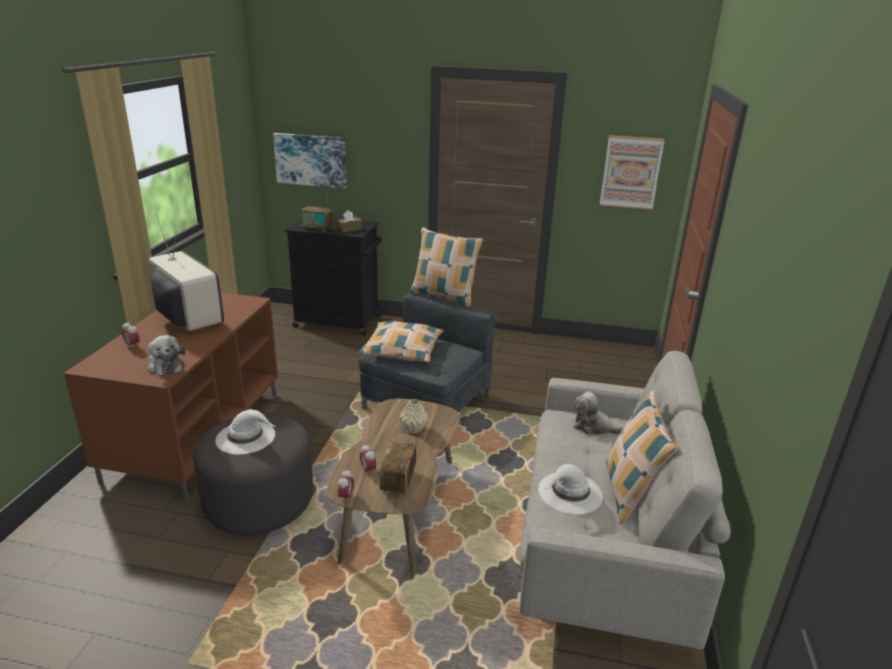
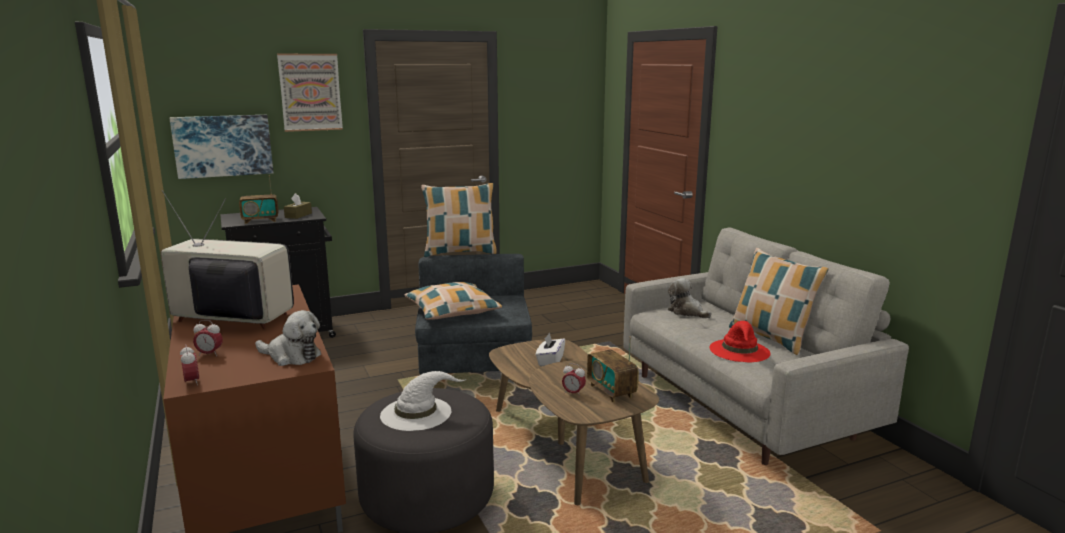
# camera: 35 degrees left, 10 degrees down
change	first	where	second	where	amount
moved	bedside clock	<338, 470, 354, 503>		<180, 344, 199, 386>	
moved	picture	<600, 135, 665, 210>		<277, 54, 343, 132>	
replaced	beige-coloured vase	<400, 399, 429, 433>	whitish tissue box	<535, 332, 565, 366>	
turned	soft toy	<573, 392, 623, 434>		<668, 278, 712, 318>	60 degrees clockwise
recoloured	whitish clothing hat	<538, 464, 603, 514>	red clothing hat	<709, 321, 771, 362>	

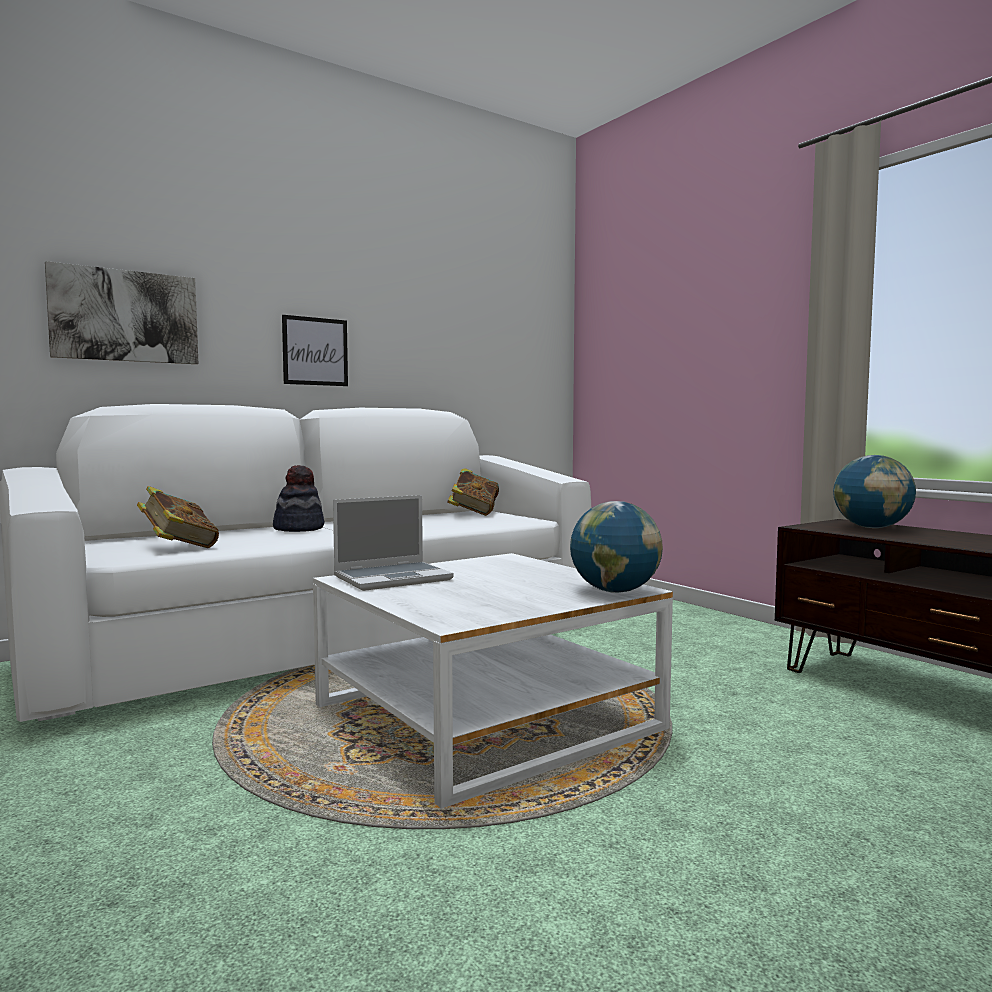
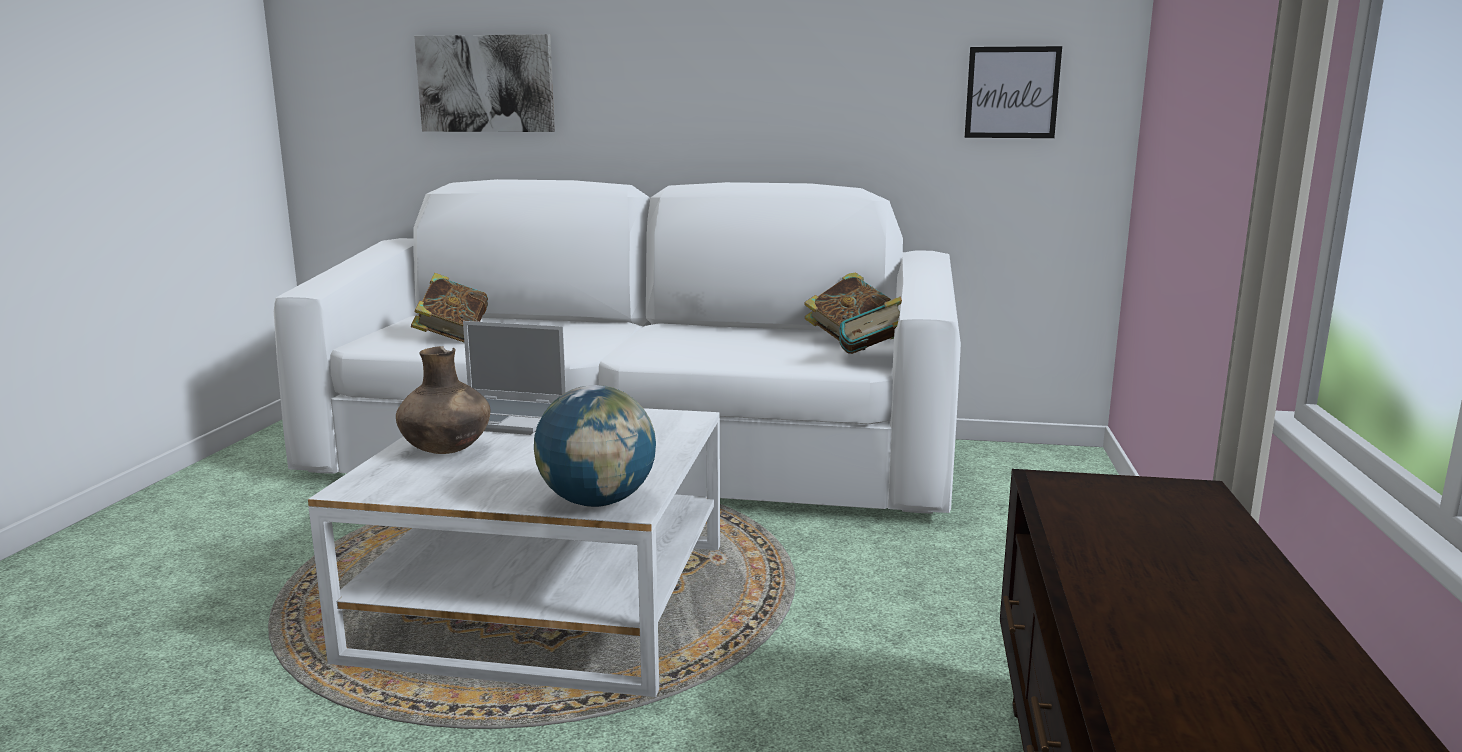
# camera: 45 degrees right, 10 degrees up
change	first	where	second	where	amount
added			brown vase	<396, 346, 490, 454>	
added			volume	<839, 297, 902, 354>	
moved	picture	<282, 315, 348, 386>		<965, 46, 1062, 138>	
removed	clothing hat	<273, 465, 324, 532>			
removed	globe	<833, 455, 916, 528>			

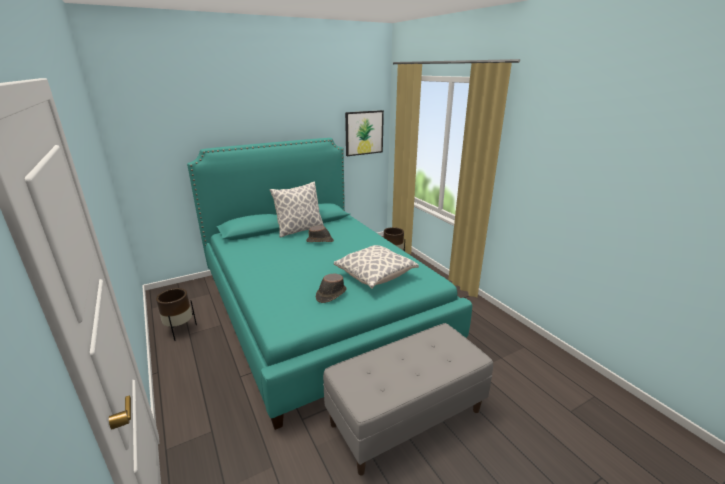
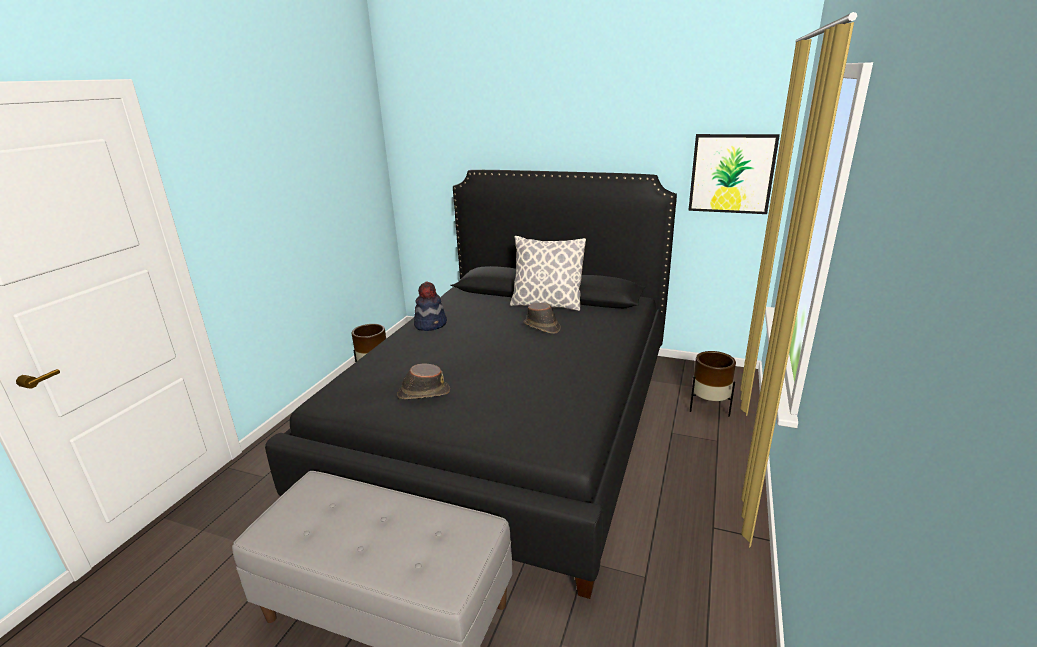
# camera: 50 degrees right, 0 degrees up
change	first	where	second	where	amount
recoloured	turquoise-coloured sleeping bed	<187, 138, 472, 430>	black sleeping bed	<265, 170, 677, 599>	
added			clothing hat	<414, 282, 447, 331>	
removed	cushion	<334, 245, 419, 289>			

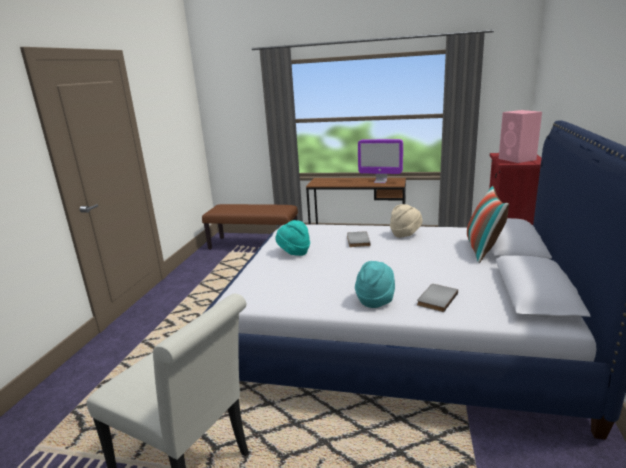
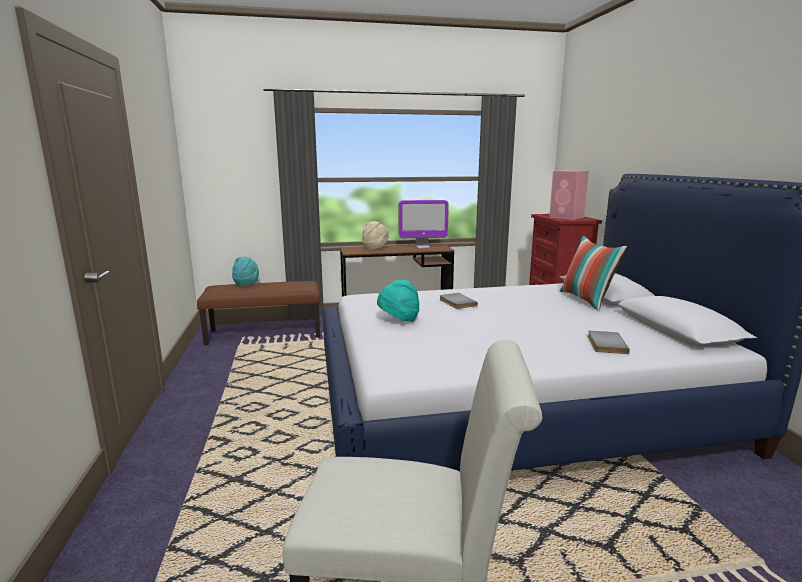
# camera: 25 degrees left, 5 degrees down
change	first	where	second	where	amount
moved	turquoise-coloured clothing hat	<355, 261, 395, 308>		<232, 256, 259, 286>	
moved	beige-coloured clothing hat	<390, 204, 423, 238>		<362, 221, 389, 250>	

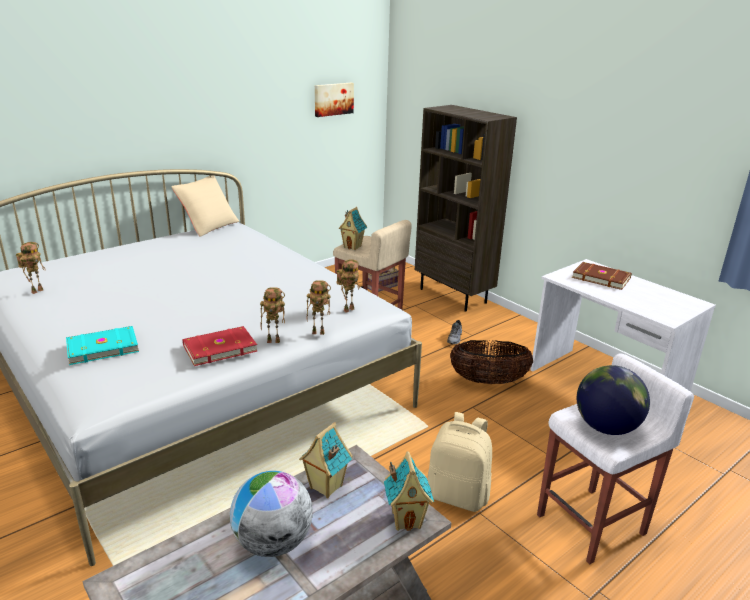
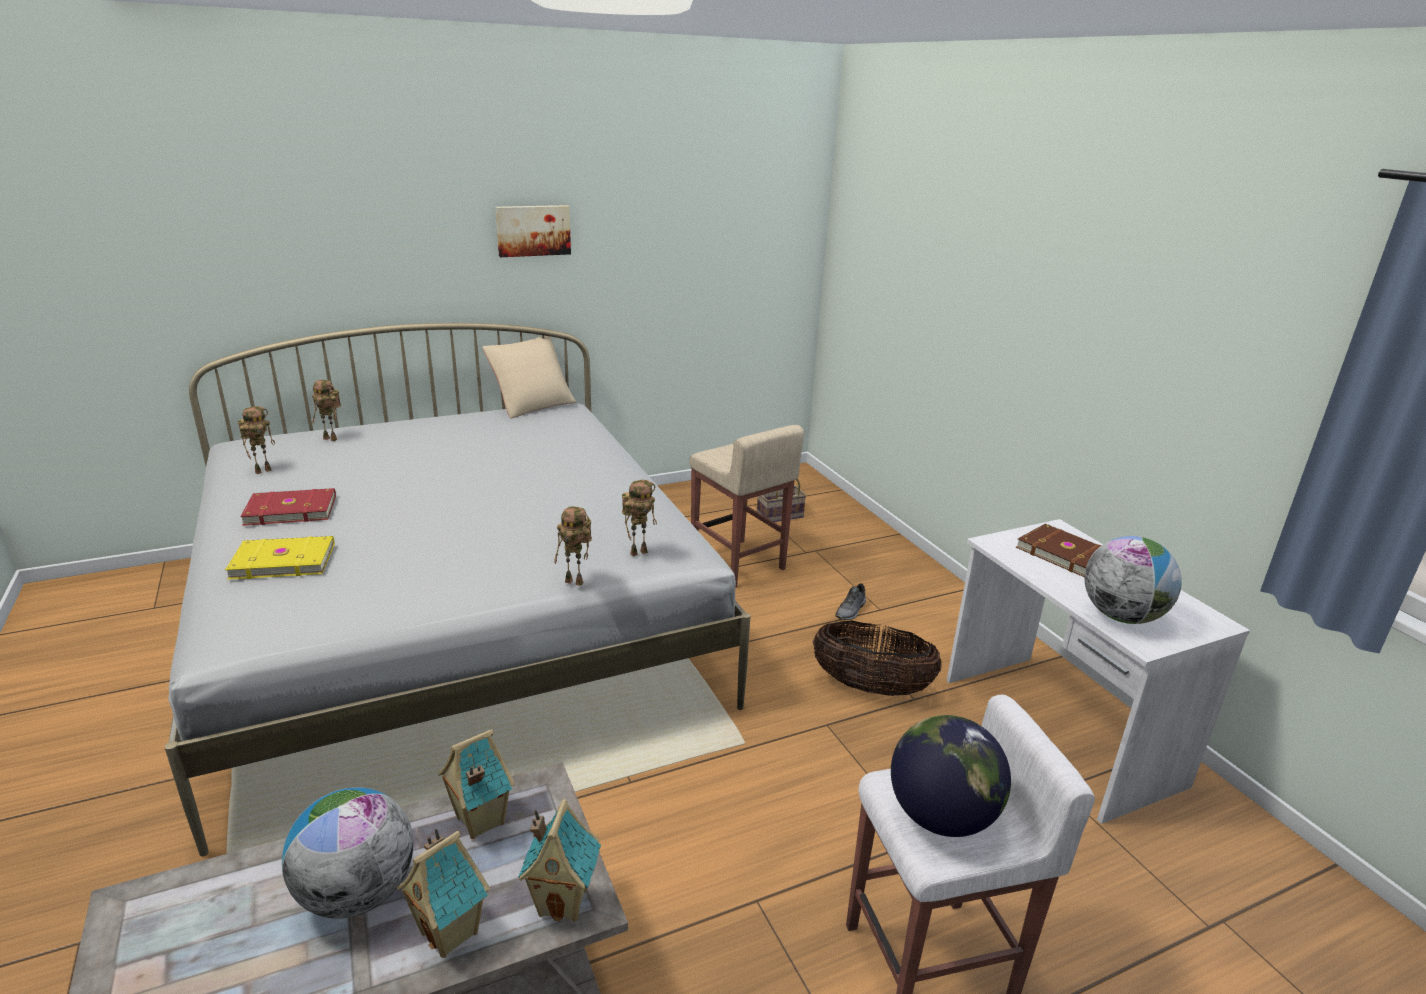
# camera: 15 degrees right, 0 degrees up
change	first	where	second	where	amount
recoloured	turquoise-coloured volume	<66, 326, 139, 365>	yellow volume	<225, 536, 335, 580>	
moved	red volume	<183, 326, 257, 366>		<240, 488, 336, 526>	
moved	model robot	<260, 287, 285, 343>		<312, 380, 341, 441>	
moved	miniature house	<338, 207, 367, 250>		<397, 828, 490, 958>	
moved	picture	<315, 83, 354, 117>		<495, 205, 571, 257>	
added			globe	<1084, 536, 1182, 624>	
removed	brown bookcase	<415, 105, 517, 312>			
removed	beige-coloured backpack	<427, 412, 492, 512>			

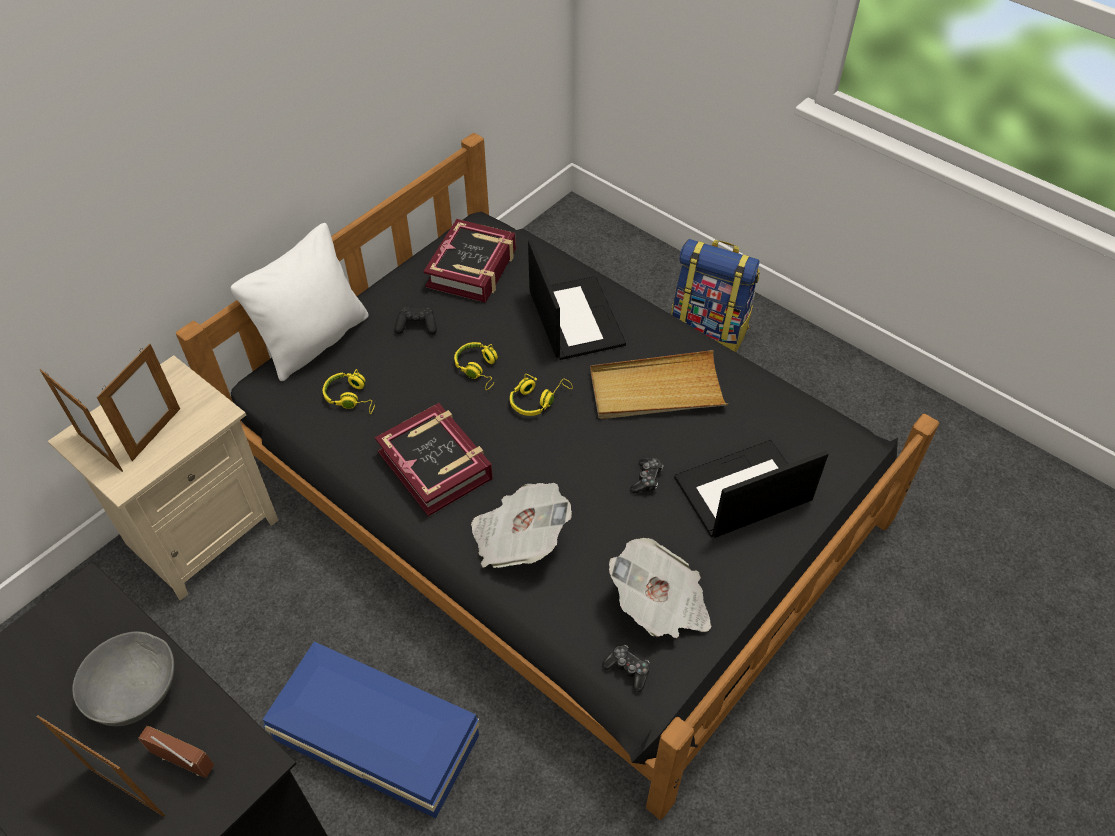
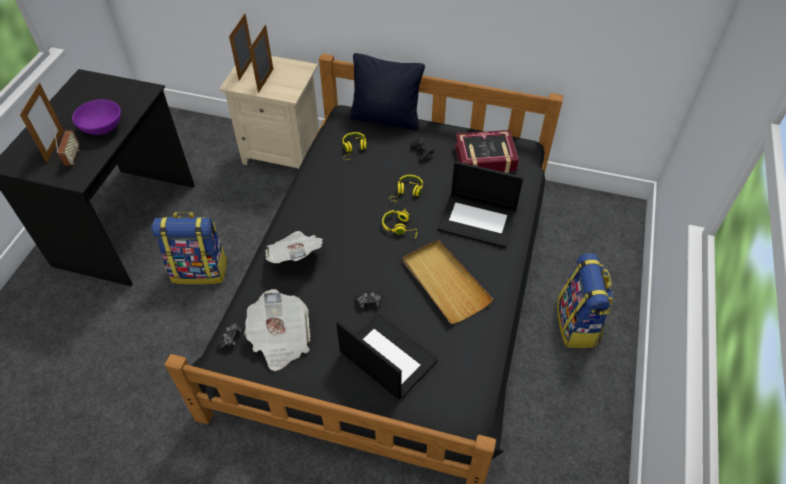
# camera: 65 degrees right, 0 degrees up
change	first	where	second	where	amount
recoloured	greyish deep dish	<72, 631, 174, 726>	purple-coloured deep dish	<72, 99, 121, 135>	
replaced	blue-coloured storage box	<263, 642, 480, 819>	backpack	<151, 212, 228, 285>	
turned	standing frame	<97, 343, 180, 461>		<249, 24, 273, 93>	105 degrees clockwise
recoloured	whitish cushion	<231, 223, 369, 381>	black cushion	<350, 53, 425, 131>	
turned	notebook computer	<528, 240, 626, 360>		<438, 161, 523, 248>	60 degrees clockwise
removed	volume	<375, 403, 493, 517>			

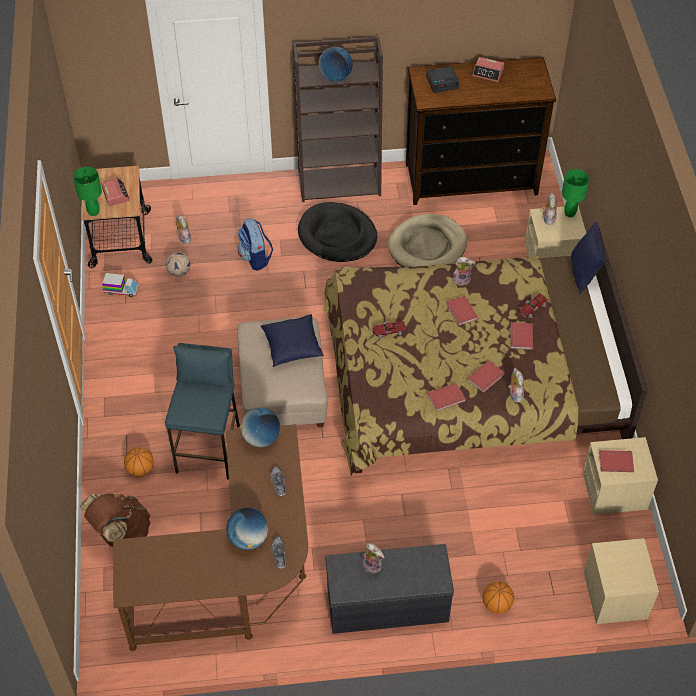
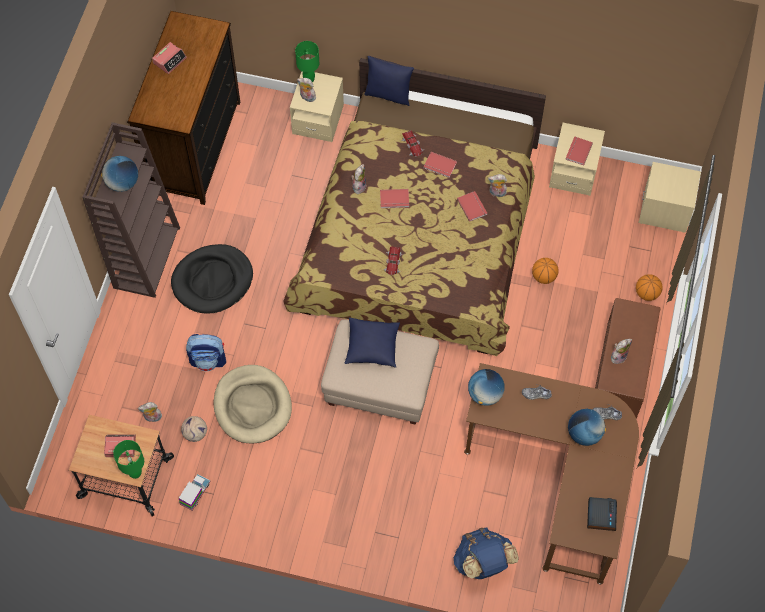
# camera: 70 degrees left, 10 degrees up
change	first	where	second	where	amount
moved	beige-coloured pet bed	<388, 214, 467, 267>		<214, 365, 292, 444>	
recoloured	brown backpack	<80, 493, 150, 547>	blue-coloured backpack	<453, 527, 519, 579>	
moved	ball for basketball	<124, 447, 154, 477>		<532, 258, 558, 284>	
moved	bedside clock	<426, 66, 459, 93>		<587, 497, 617, 531>	
recoloured	greyish bench	<325, 544, 454, 634>	brown bench	<595, 298, 660, 419>	
removed	blue-coloured stool seat	<165, 343, 240, 480>			
removed	red volume	<427, 383, 466, 411>			

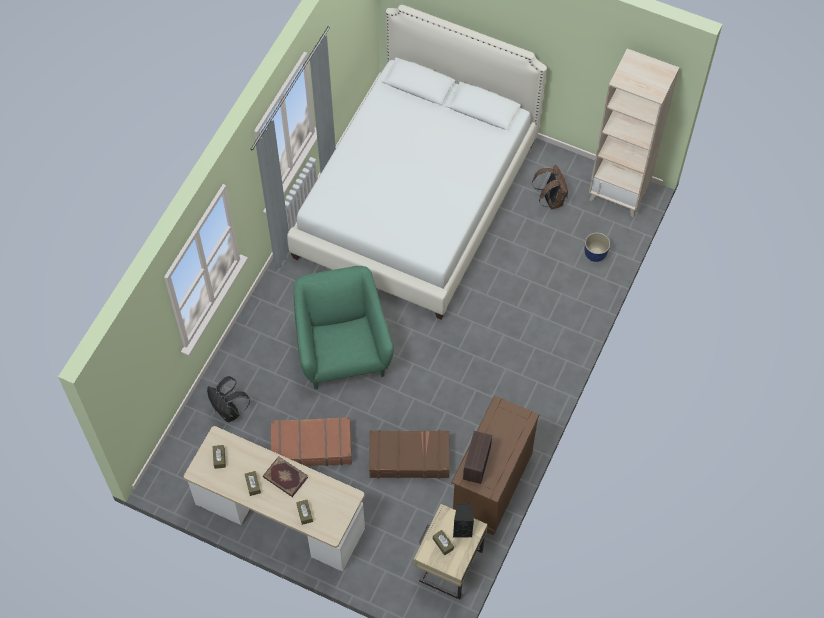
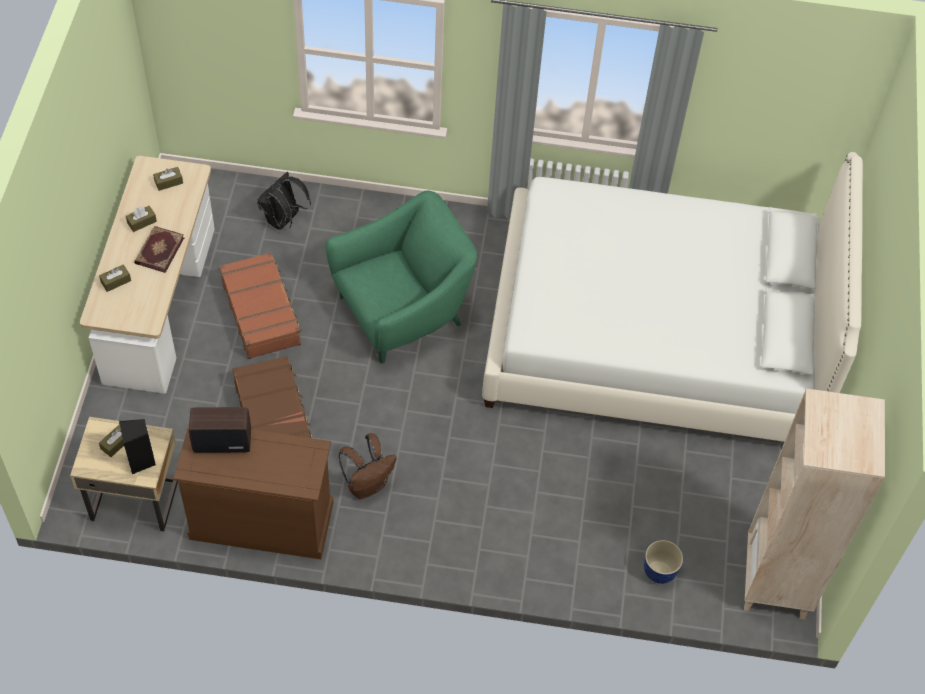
# camera: 70 degrees right, 5 degrees down
change	first	where	second	where	amount
moved	brown backpack	<532, 165, 568, 209>		<338, 433, 397, 499>	

